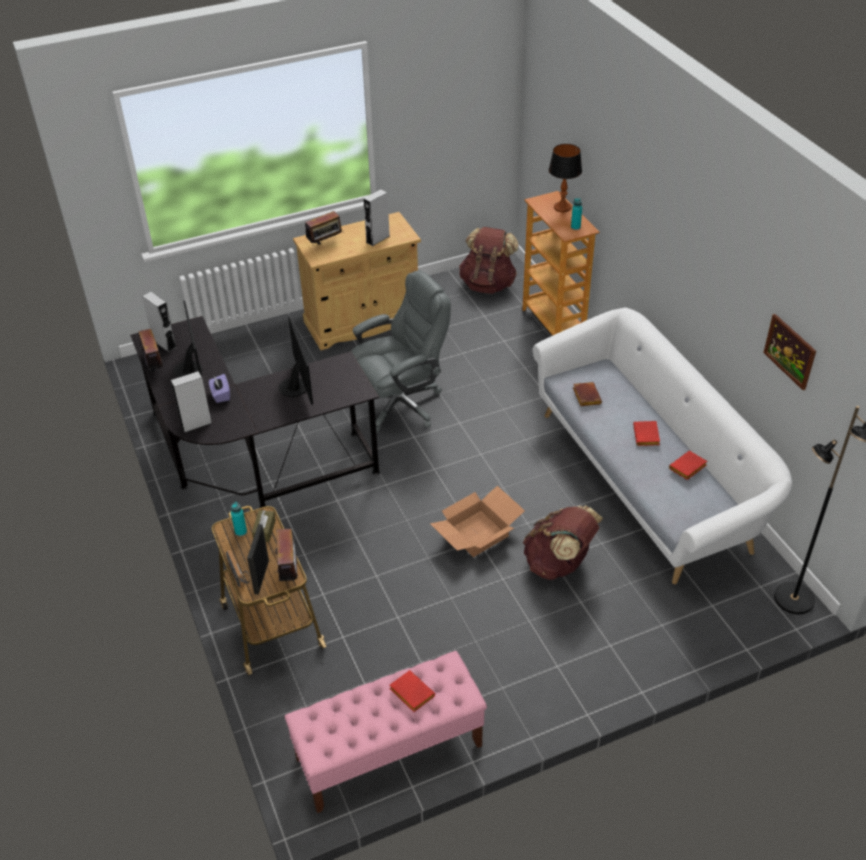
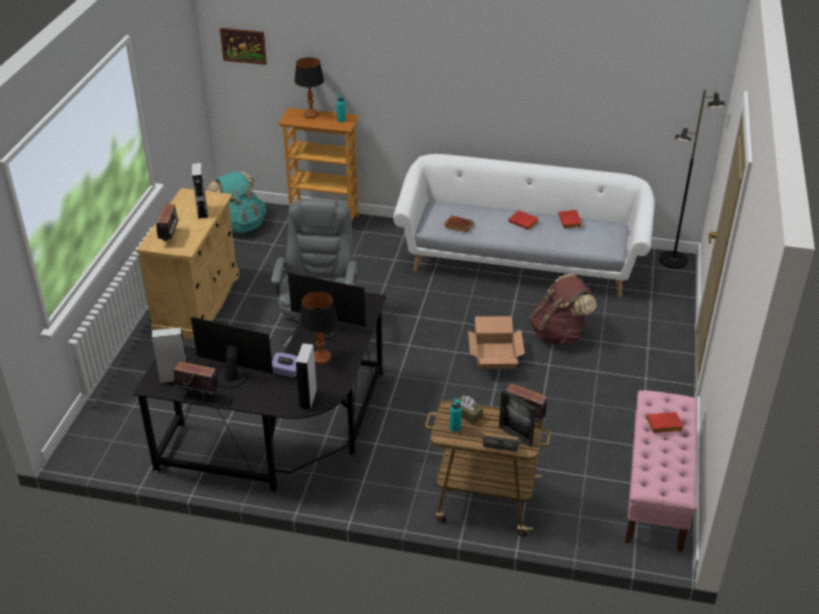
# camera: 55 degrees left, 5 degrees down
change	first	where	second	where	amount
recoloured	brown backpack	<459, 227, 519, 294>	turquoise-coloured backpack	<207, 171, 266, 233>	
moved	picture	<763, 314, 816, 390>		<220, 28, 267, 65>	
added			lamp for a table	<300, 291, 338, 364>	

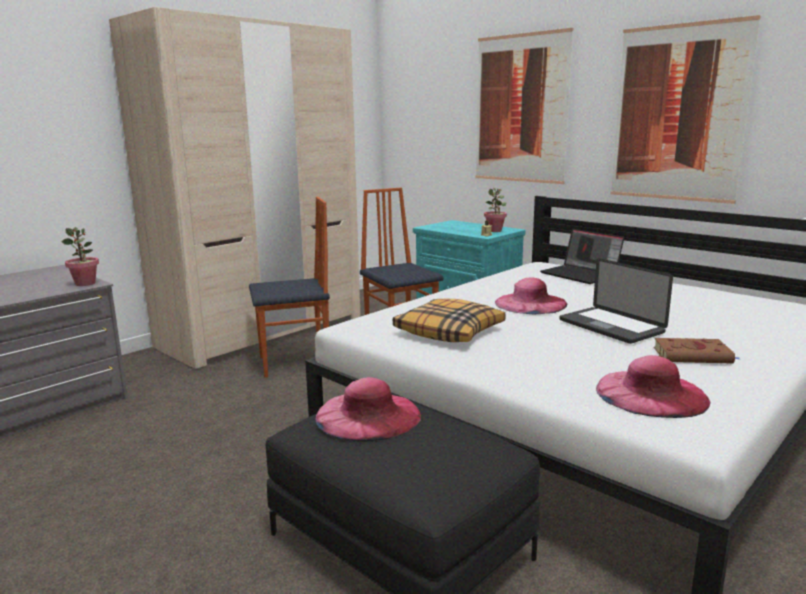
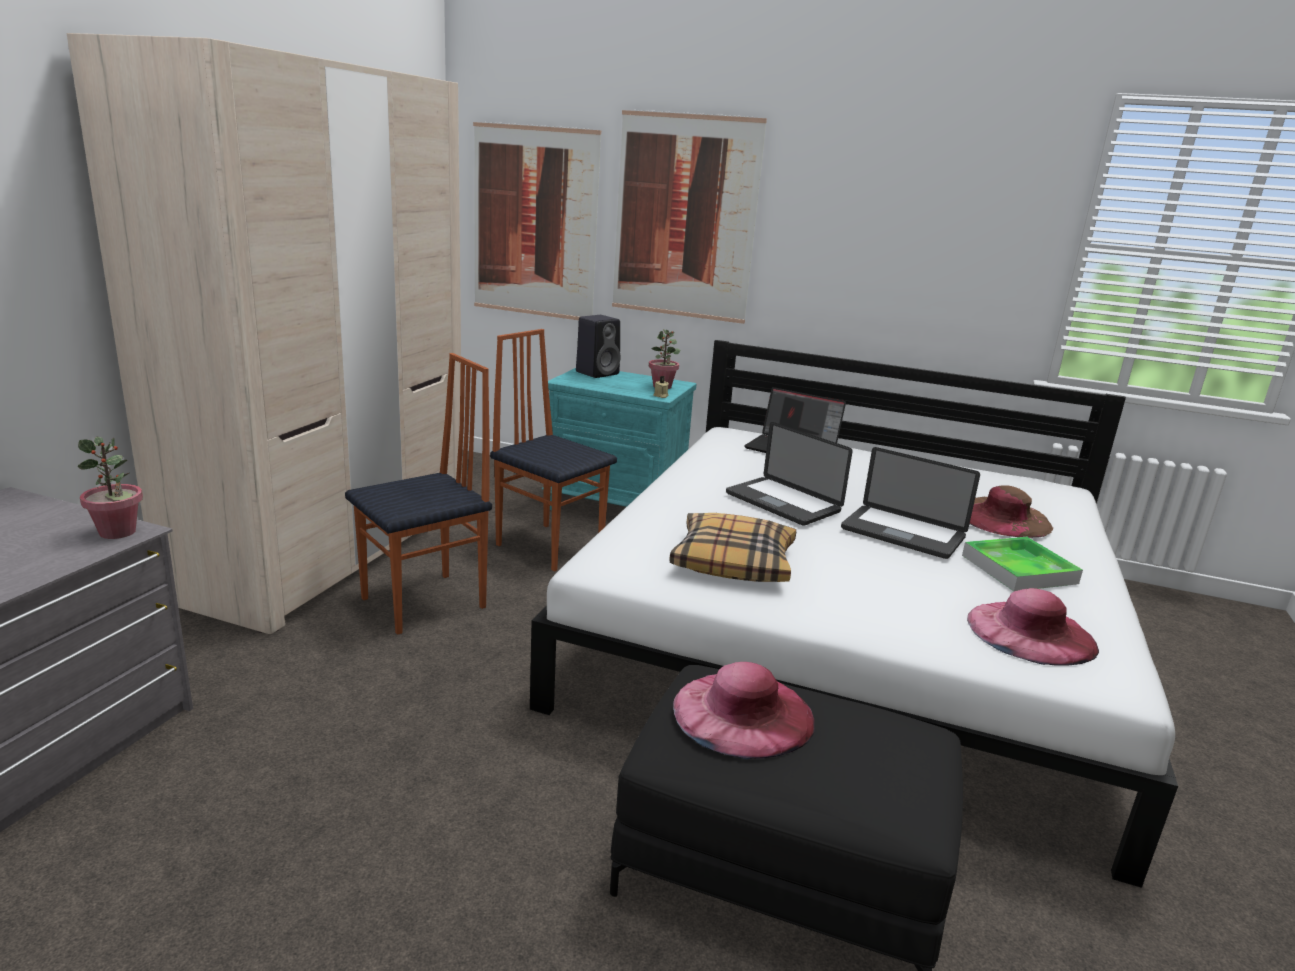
# camera: 25 degrees left, 5 degrees up
change	first	where	second	where	amount
moved	picture	<611, 15, 761, 204>		<473, 122, 601, 320>	
added			black speaker	<576, 315, 621, 378>	
replaced	pink clothing hat	<495, 277, 567, 314>	notebook computer	<726, 422, 853, 526>	
replaced	brown volume	<654, 338, 739, 363>	tray	<962, 537, 1083, 591>	
added			brown clothing hat	<970, 485, 1053, 538>	

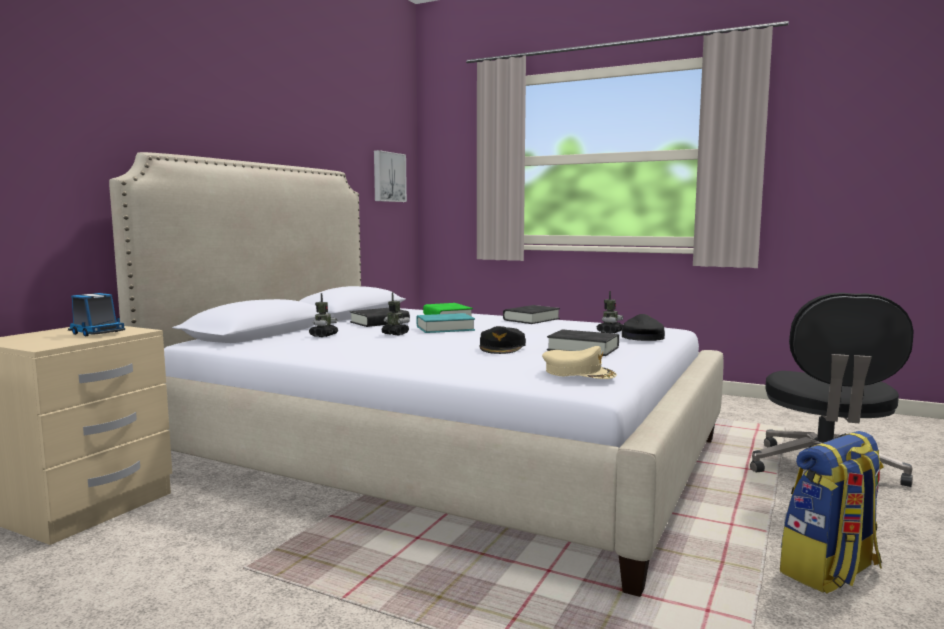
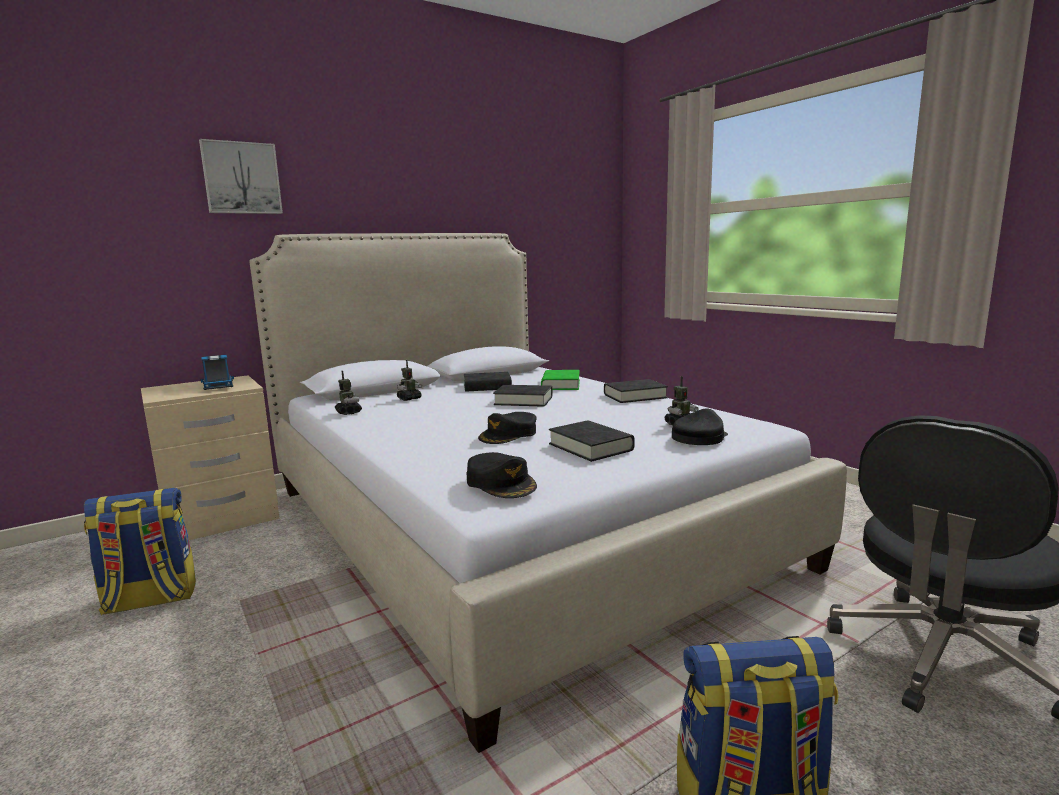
# camera: 30 degrees right, 5 degrees up
change	first	where	second	where	amount
added			backpack	<84, 488, 196, 615>	
moved	picture	<374, 150, 407, 202>		<199, 139, 283, 214>	
moved	model robot	<382, 292, 410, 335>		<335, 371, 362, 415>	
recoloured	beige-coloured cap	<542, 346, 617, 379>	black cap	<467, 452, 537, 498>	
recoloured	turquoise-coloured volume	<416, 313, 475, 333>	black volume	<493, 385, 552, 407>	

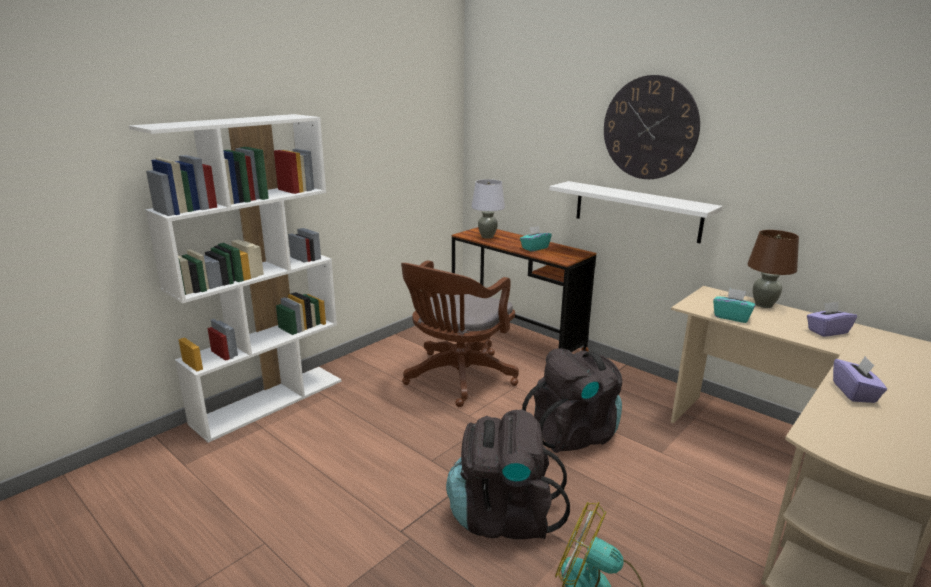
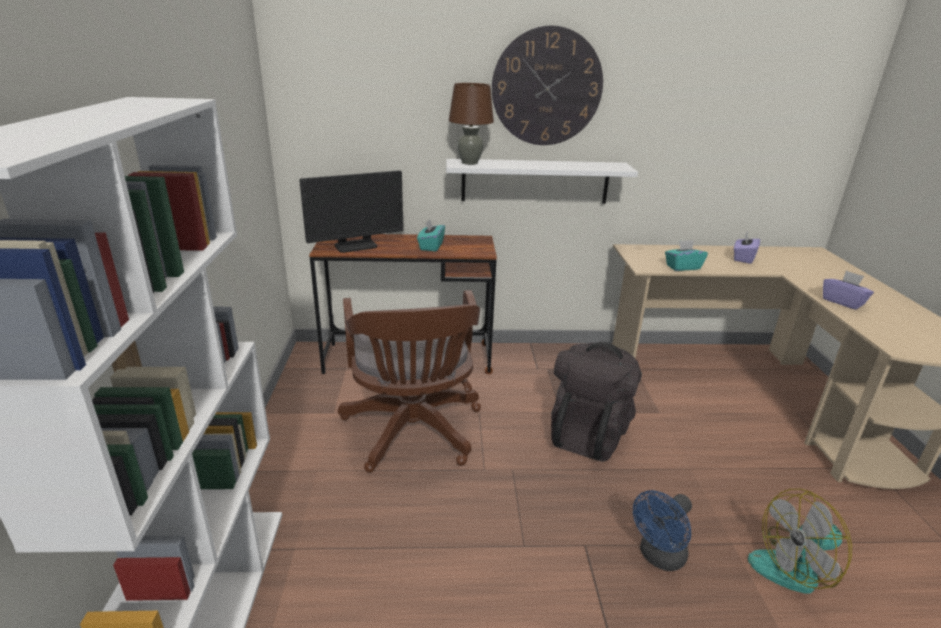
# camera: 45 degrees left, 5 degrees up
change	first	where	second	where	amount
replaced	greyish lamp for a table	<471, 179, 505, 239>	computer display	<299, 170, 403, 253>	
moved	brown lamp for a table	<747, 230, 799, 308>		<448, 83, 494, 165>	
replaced	black backpack	<446, 410, 570, 539>	blue-coloured cooling fan	<633, 490, 692, 571>	

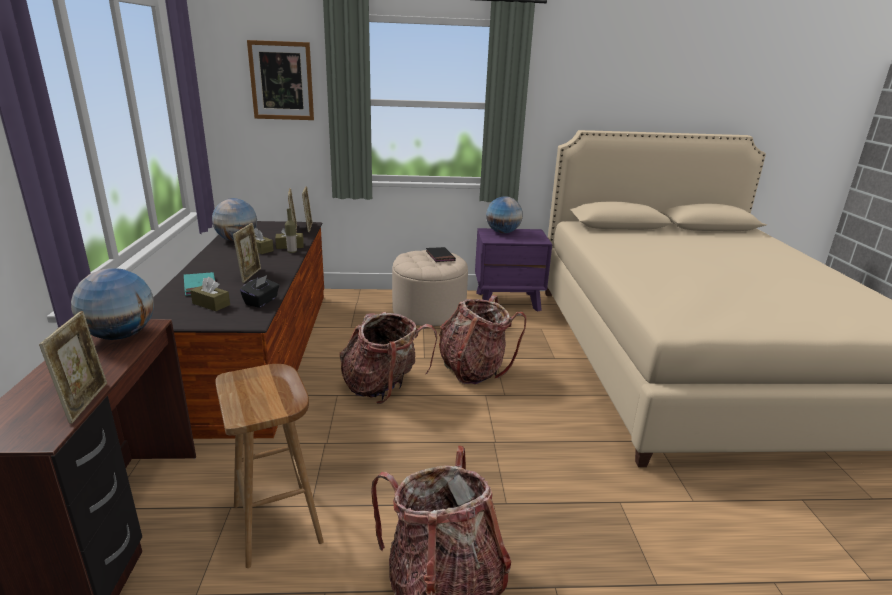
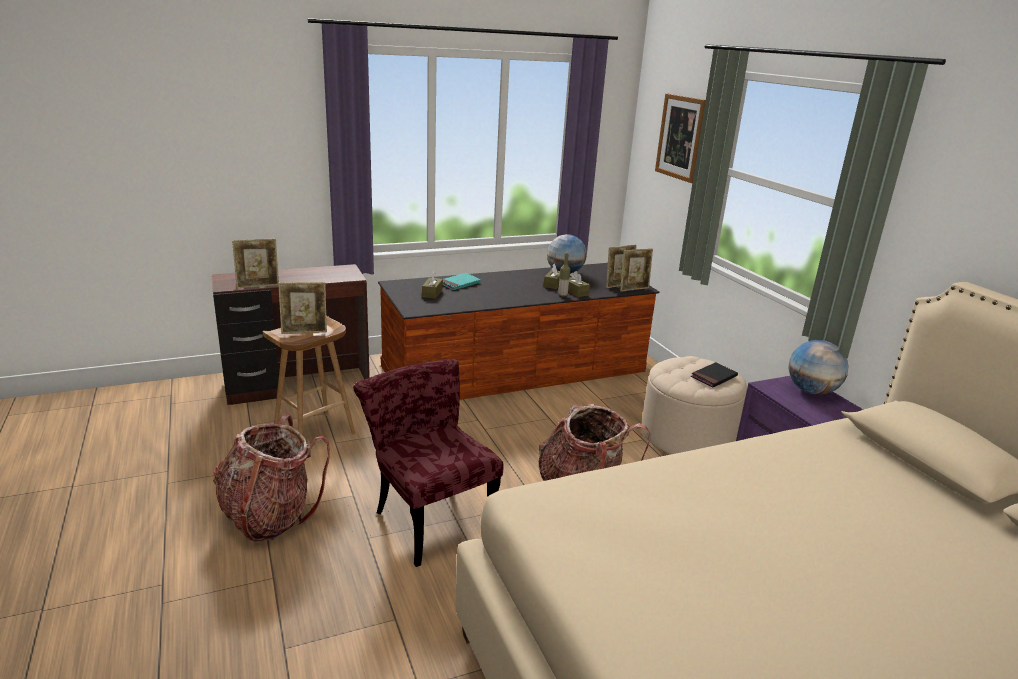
# camera: 70 degrees right, 0 degrees up
change	first	where	second	where	amount
moved	standing frame	<233, 223, 261, 283>		<278, 282, 327, 334>	
added			red upright chair	<353, 359, 503, 567>	
removed	globe	<71, 268, 154, 340>			
removed	black tissue box	<240, 275, 279, 308>			
removed	backpack	<340, 312, 437, 404>			

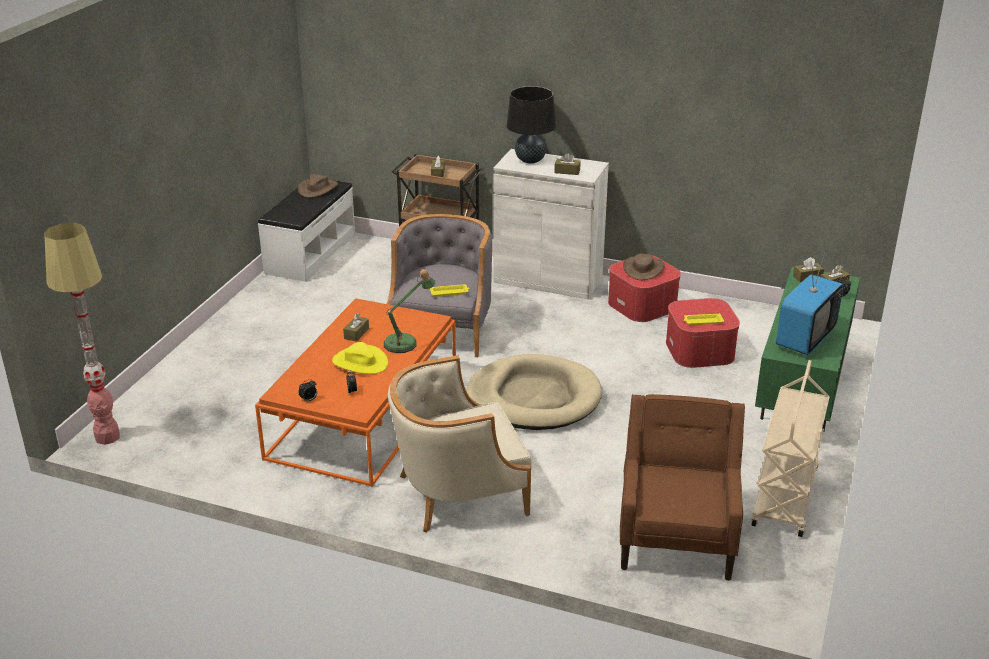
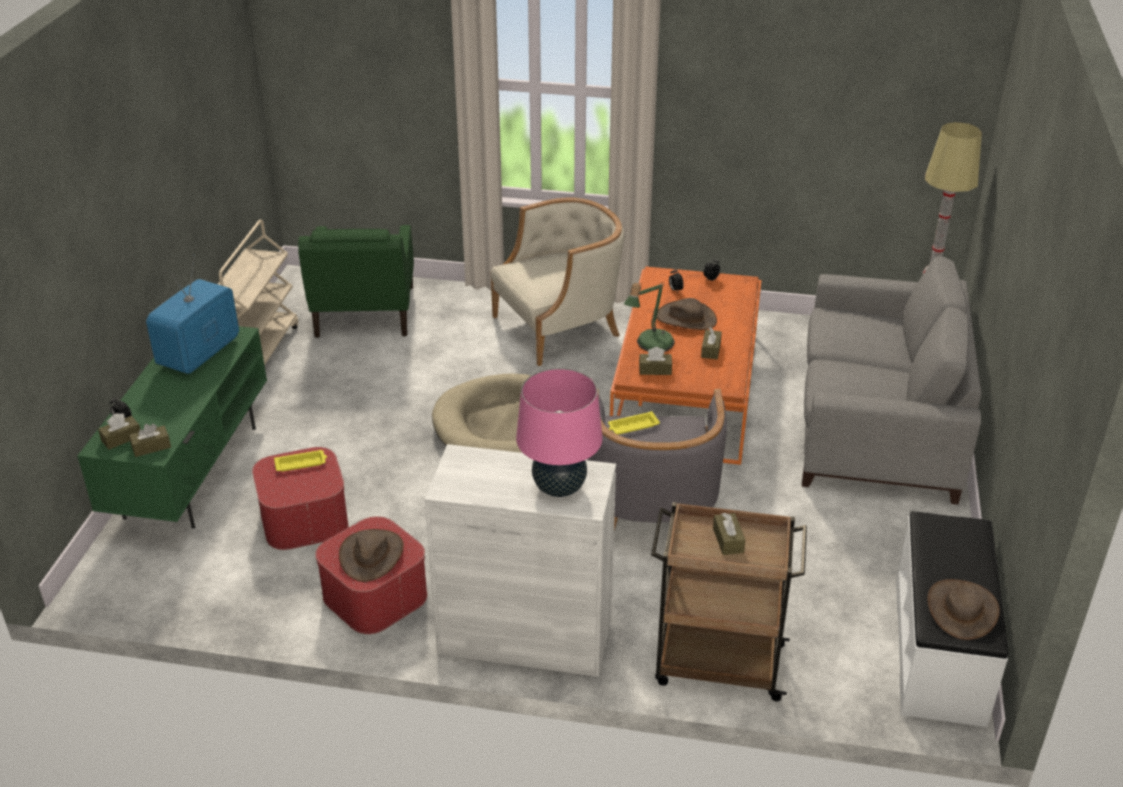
# camera: 170 degrees right, 5 degrees up
change	first	where	second	where	amount
recoloured	brown easy chair	<620, 394, 745, 581>	green-coloured easy chair	<298, 225, 414, 338>	
recoloured	black lamp for a table	<506, 86, 556, 164>	pink lamp for a table	<516, 368, 603, 497>	
moved	brown tissue box	<554, 153, 581, 175>		<639, 347, 672, 375>	
recoloured	yellow clothing hat	<332, 342, 388, 374>	brown clothing hat	<657, 298, 717, 330>	
added			greyish settee	<802, 256, 981, 505>	

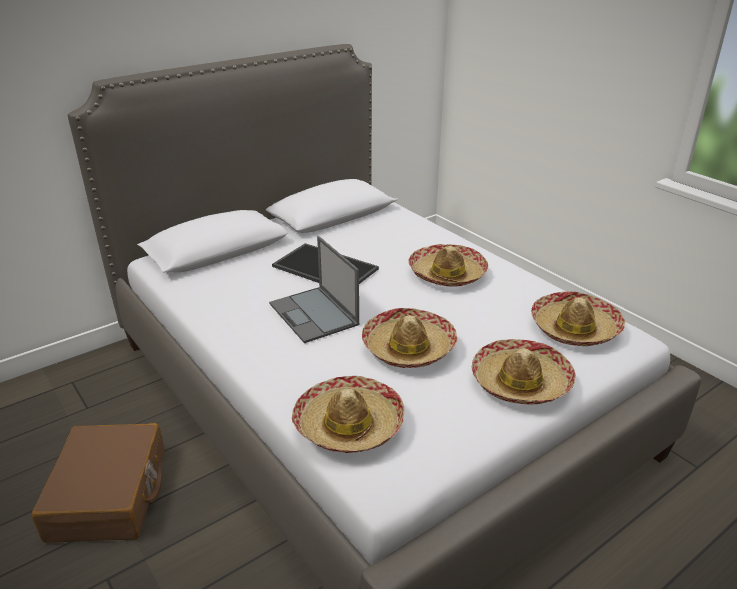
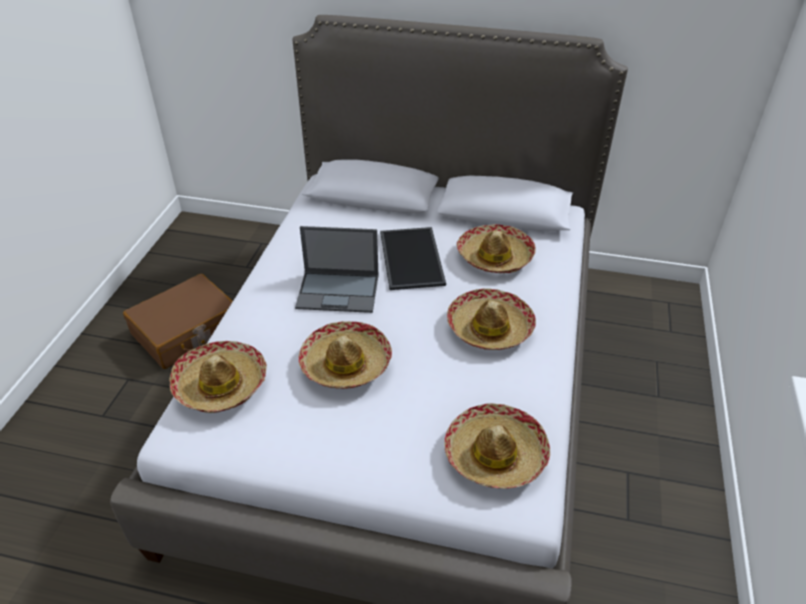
# camera: 50 degrees right, 10 degrees up
change	first	where	second	where	amount
turned	notebook computer	<269, 236, 359, 343>		<295, 226, 379, 313>	105 degrees counterclockwise
moved	clothing hat	<472, 339, 576, 404>		<456, 224, 536, 273>	

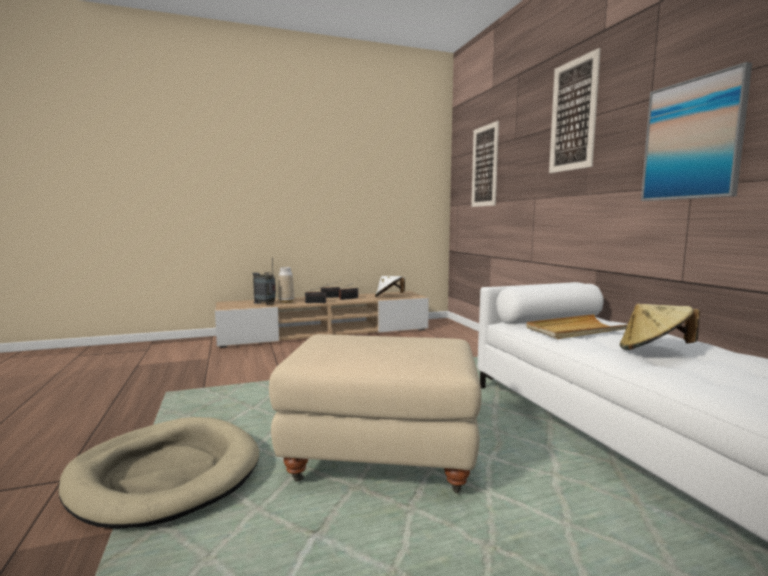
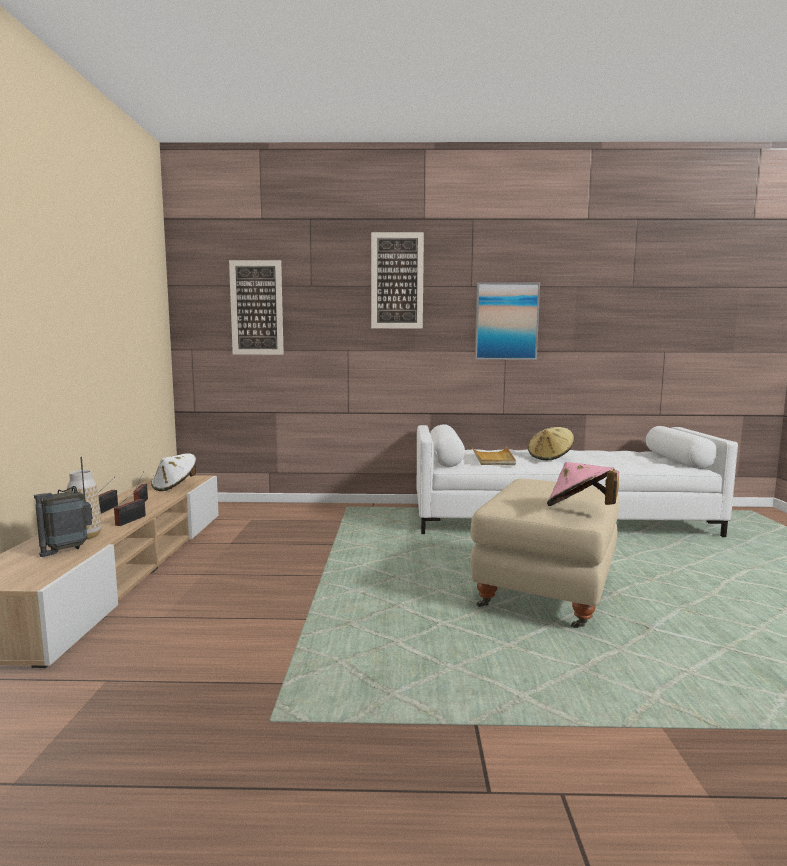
# camera: 70 degrees left, 0 degrees up
change	first	where	second	where	amount
added			pink clothing hat	<547, 462, 619, 506>	
removed	beige-coloured pet bed	<58, 417, 259, 529>			

